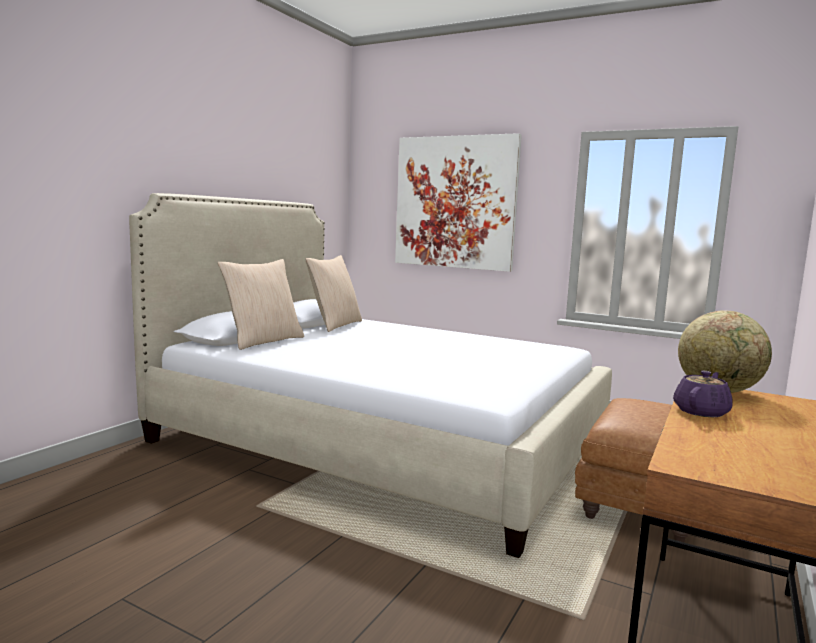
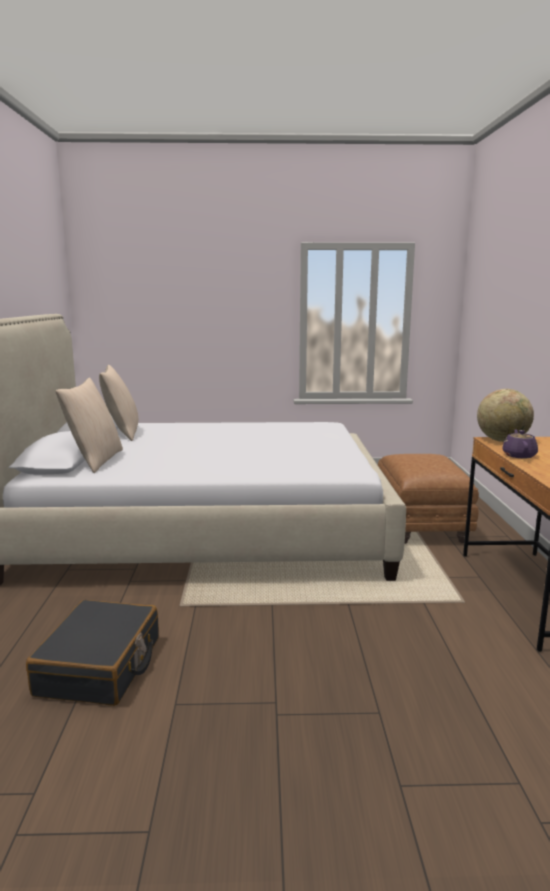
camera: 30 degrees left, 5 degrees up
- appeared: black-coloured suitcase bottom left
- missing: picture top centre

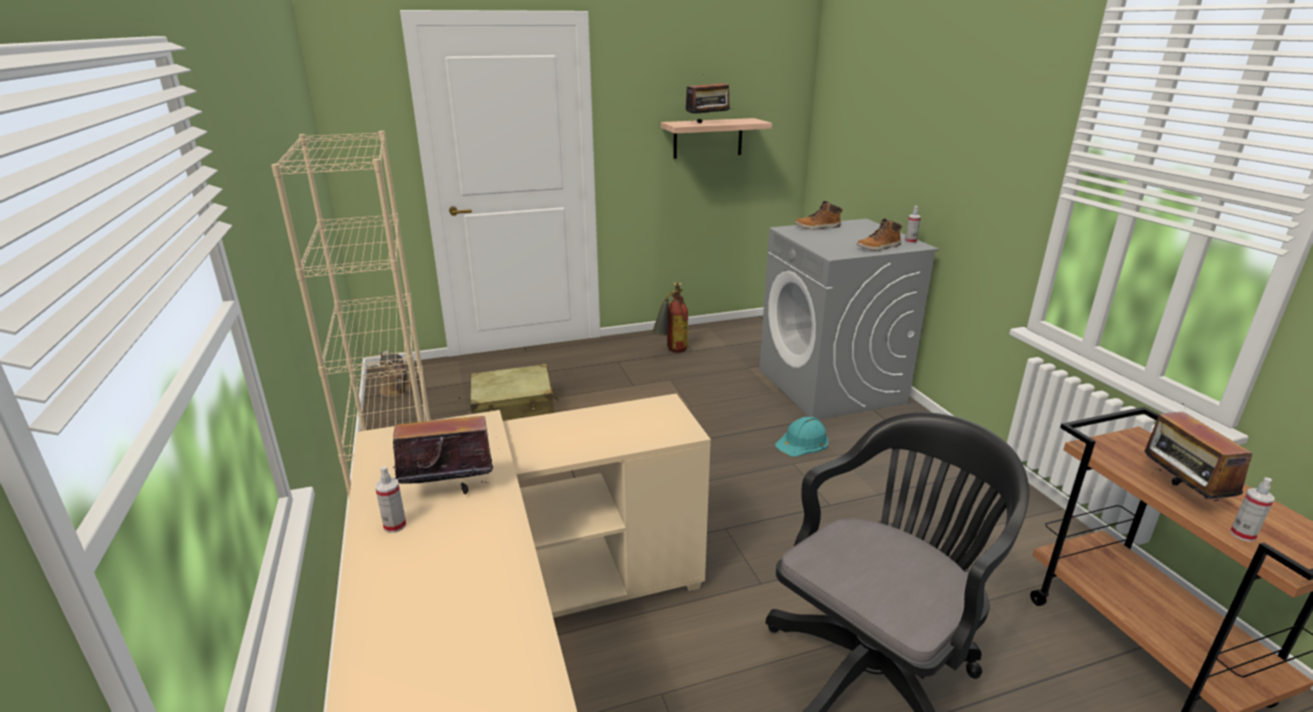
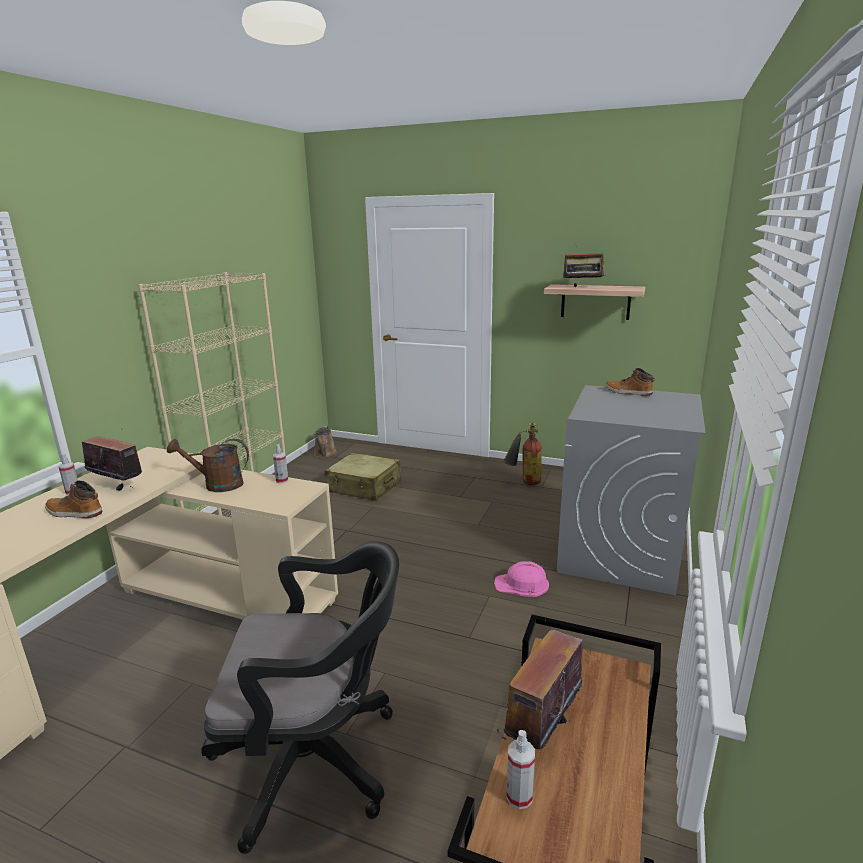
camera: 40 degrees right, 5 degrees down
- relocated: tall boot (no. 2 from left in the first image) top right to tall boot (no. 1 from left) middle left
- appeared: brown-coloured sprinkling can (no. 1 from left) middle left
- relocated: sprayer (no. 2 from left) top right to middle left
- colour: turquoise-coloured hard hat centre to pinkish hard hat bottom centre

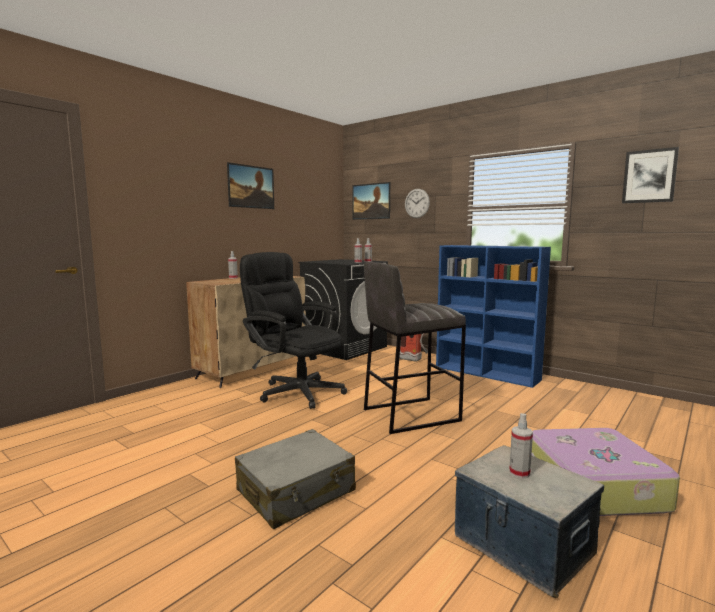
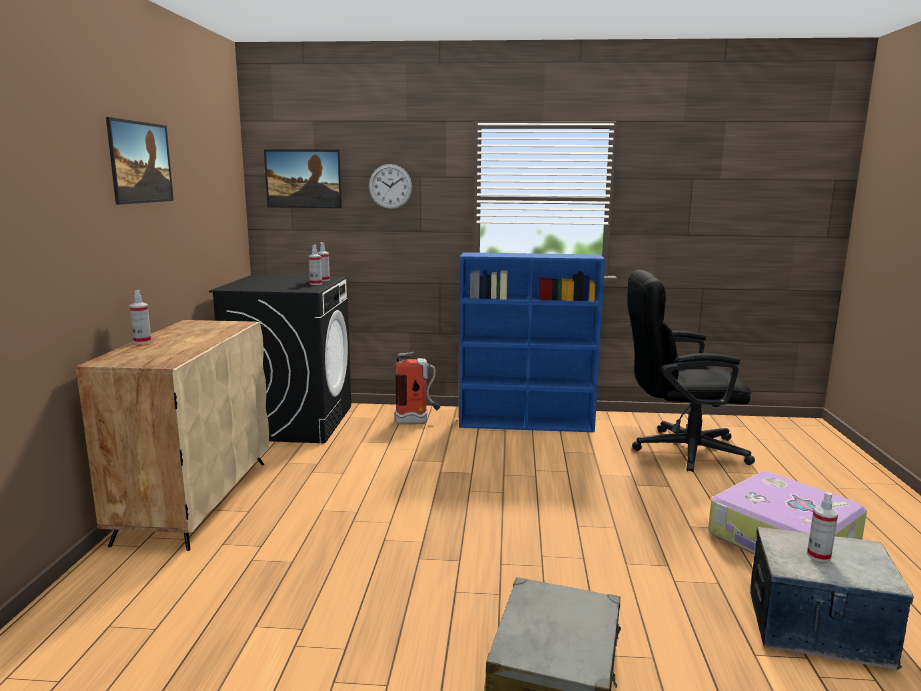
camera: 35 degrees left, 5 degrees up
- relocated: black-coloured office chair centre to middle right
- missing: gray sitting stool centre
- missing: picture (no. 3 from left) top right

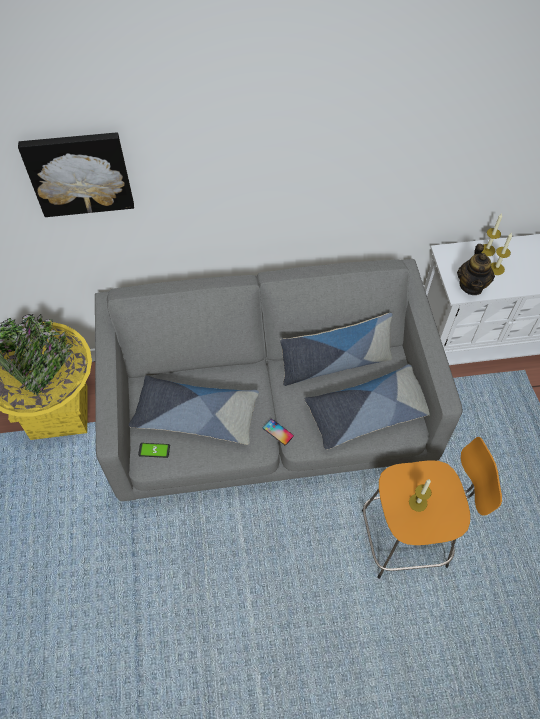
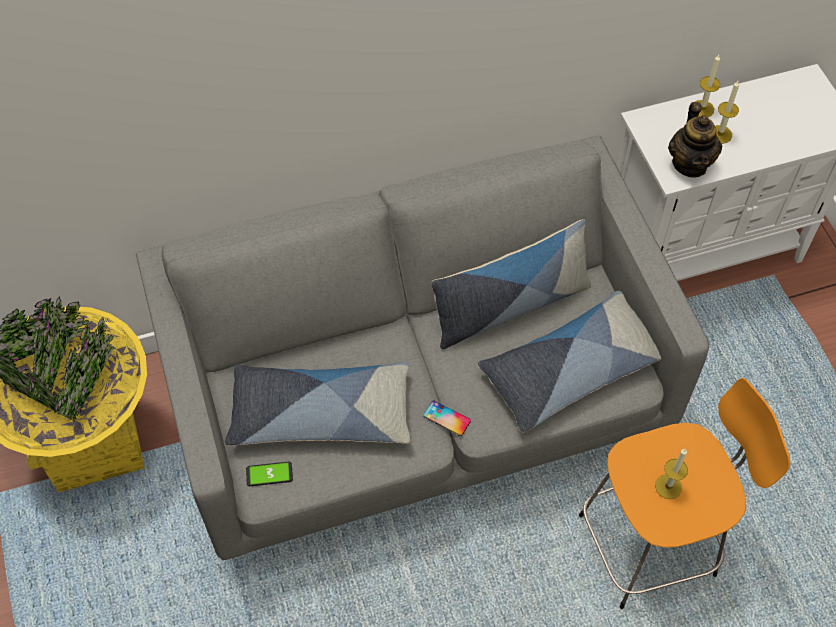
camera: 10 degrees left, 0 degrees up
- missing: picture top left

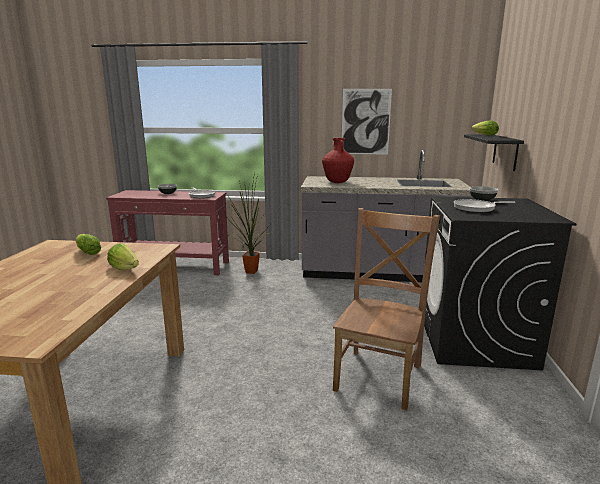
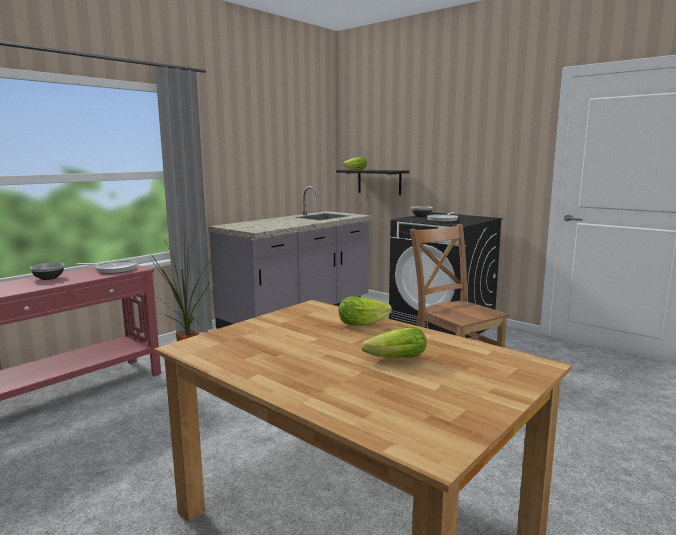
camera: 55 degrees left, 5 degrees down
- relocated: lettuce head (no. 1 from left in the first image) middle left to lettuce head (no. 3 from left) centre
- missing: reddish flower vase top centre
- missing: picture top centre

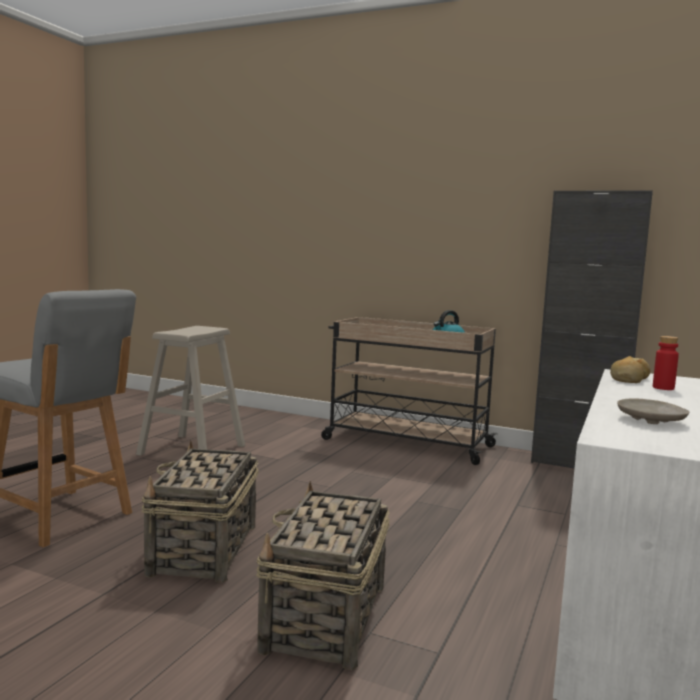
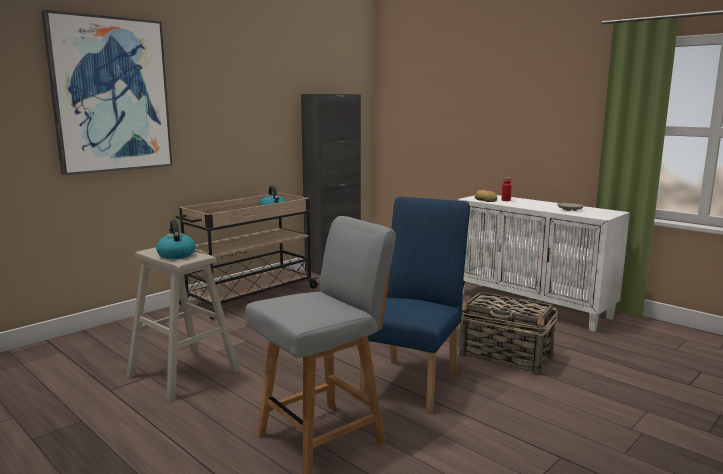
camera: 70 degrees left, 5 degrees up
- appeared: picture top left
- appeared: water kettle (no. 1 from left) middle left
- exchanged: storage basket (no. 1 from left) bottom left to blue chair centre

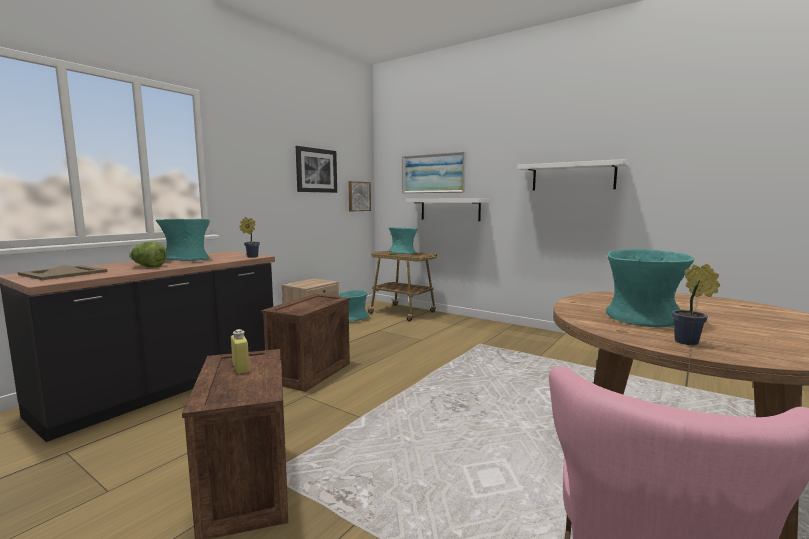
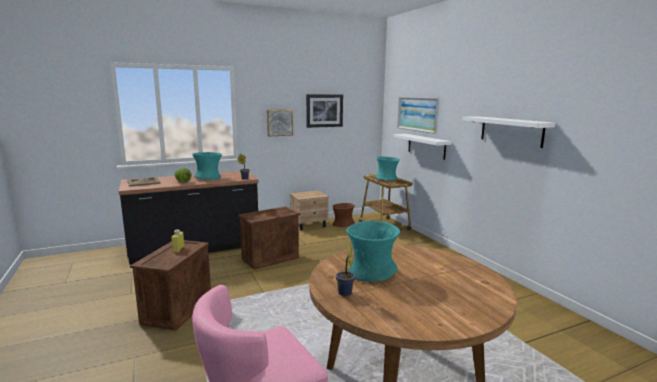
camera: 30 degrees right, 5 degrees up
- relocated: picture (no. 2 from left in the first image) centre to picture (no. 1 from left) top centre
- colour: turquoise-coloured flower vase (no. 2 from left) centre to brown-coloured flower vase centre

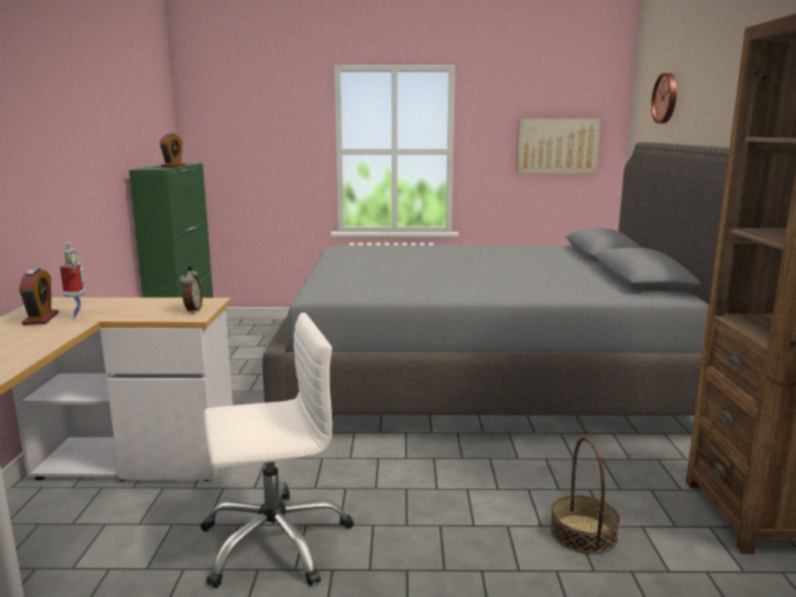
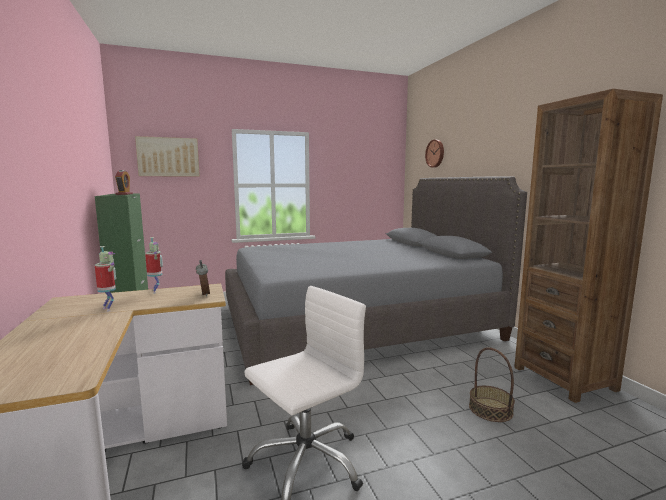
camera: 20 degrees left, 5 degrees down
- relocated: picture top right to top left
- appeared: model robot (no. 2 from left) middle left
- missing: bedside clock (no. 1 from left) middle left

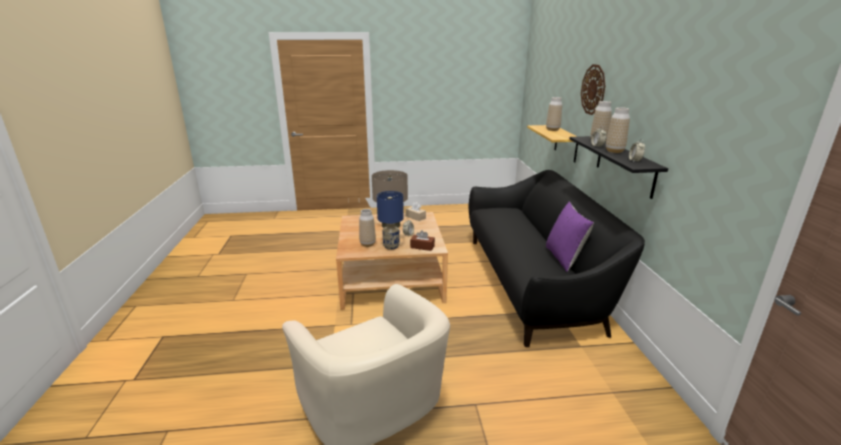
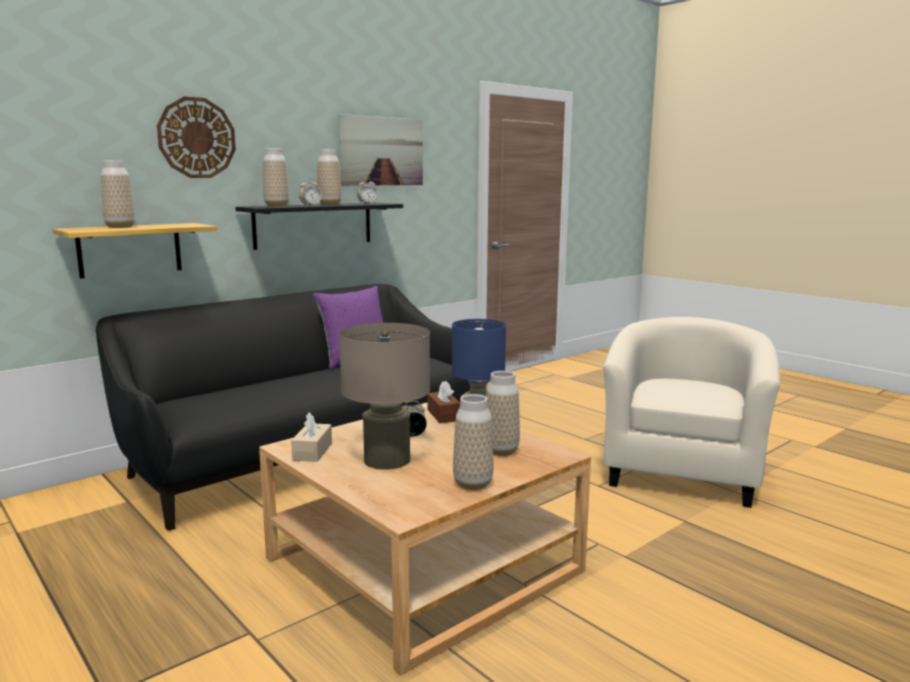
camera: 125 degrees left, 10 degrees down
- appeared: picture top centre
- appeared: flower vase (no. 4 from left) centre

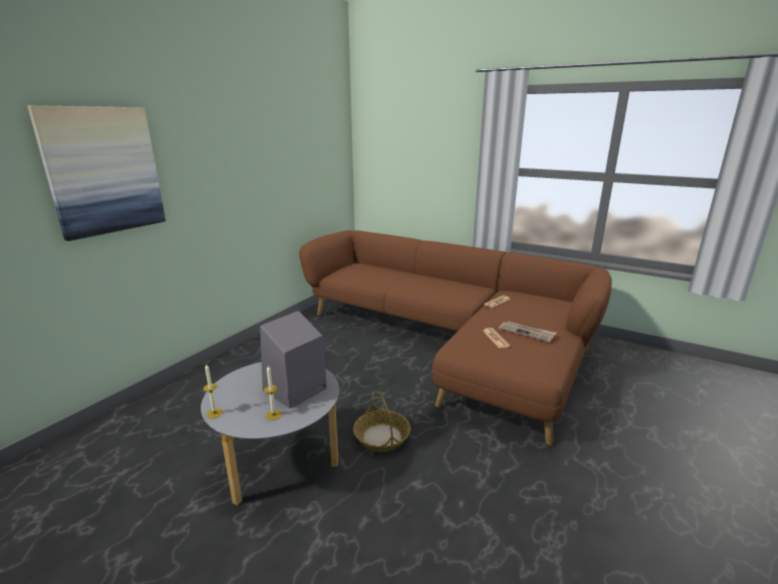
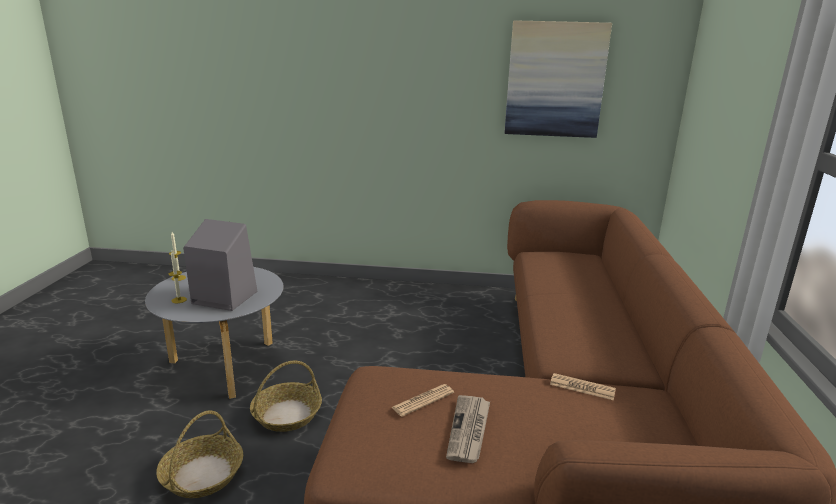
camera: 65 degrees right, 0 degrees up
- appeared: storage basket (no. 1 from left) bottom left
- relocated: picture top left to top right

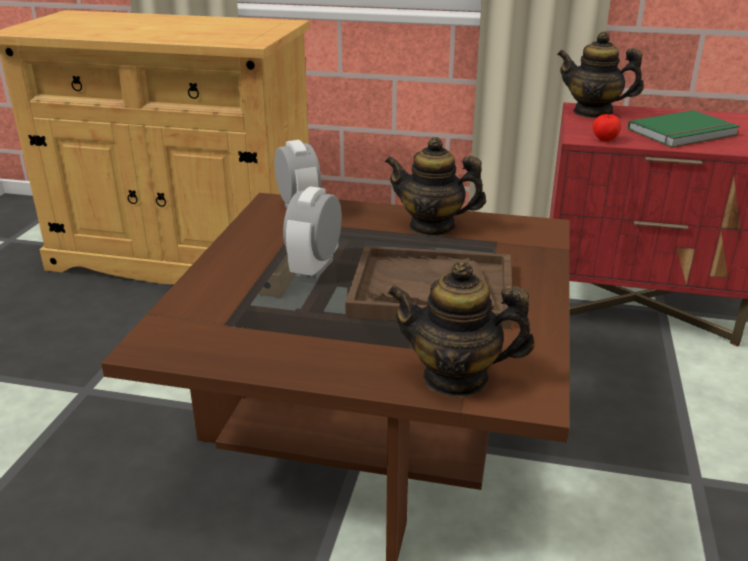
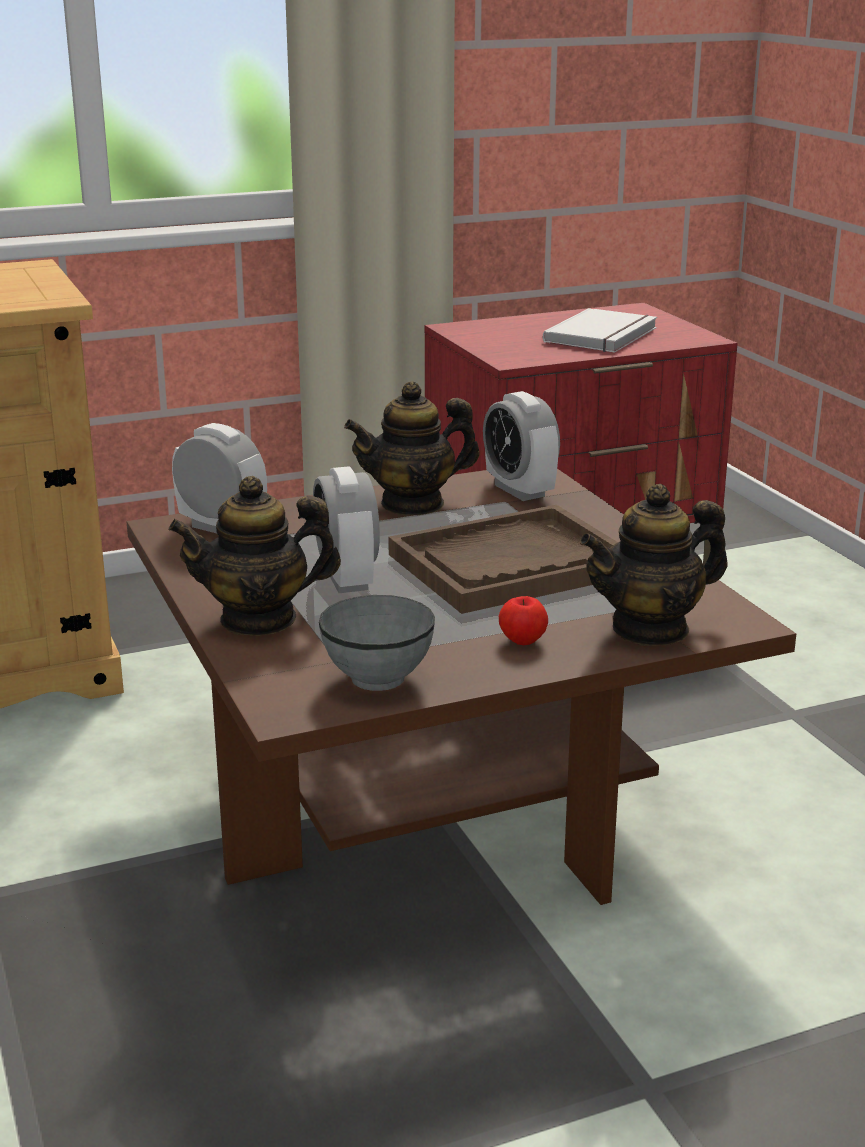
camera: 35 degrees left, 5 degrees down
- relocated: teapot (no. 3 from left in the first image) top right to teapot (no. 1 from left) middle left
- appeared: gray deep dish centre
- appeared: bedside clock (no. 3 from left) centre
- relocated: whole apple top right to centre
- colour: greenish book top right to whitish book top right

